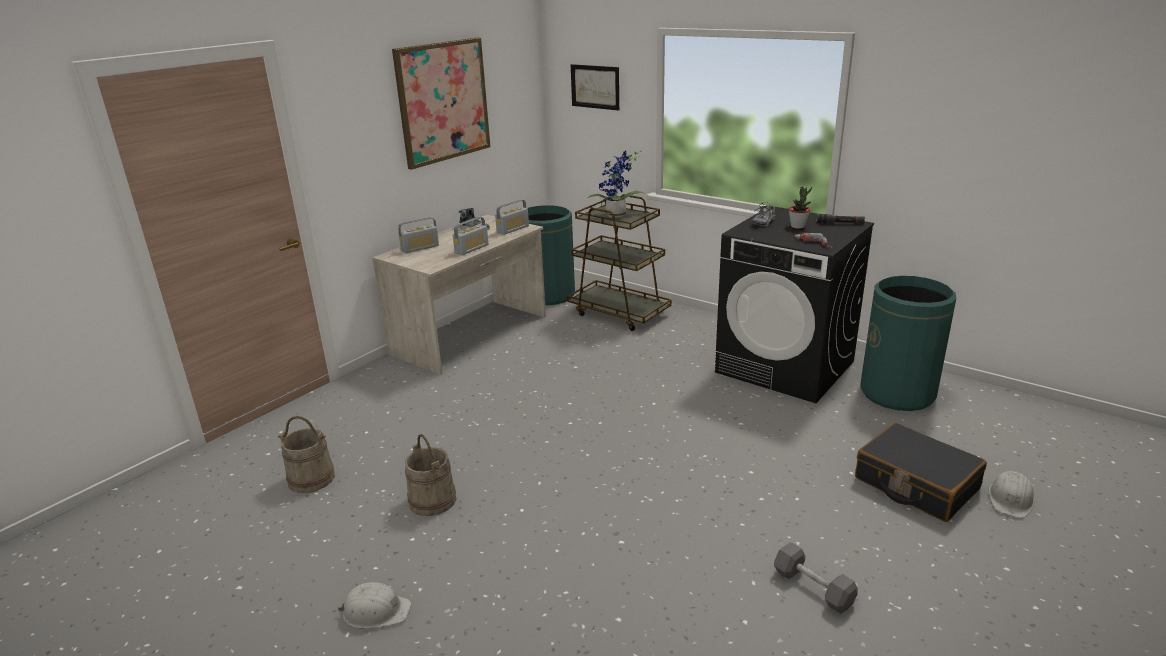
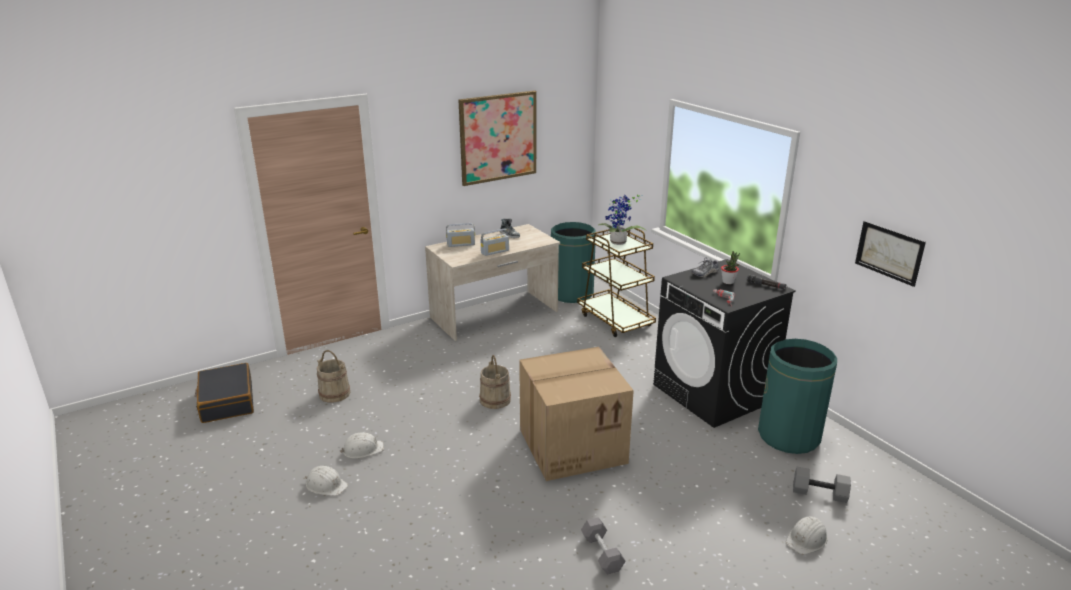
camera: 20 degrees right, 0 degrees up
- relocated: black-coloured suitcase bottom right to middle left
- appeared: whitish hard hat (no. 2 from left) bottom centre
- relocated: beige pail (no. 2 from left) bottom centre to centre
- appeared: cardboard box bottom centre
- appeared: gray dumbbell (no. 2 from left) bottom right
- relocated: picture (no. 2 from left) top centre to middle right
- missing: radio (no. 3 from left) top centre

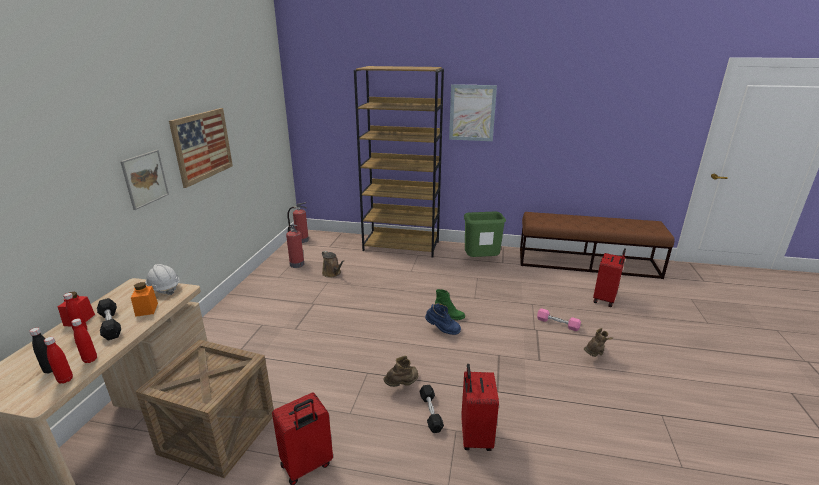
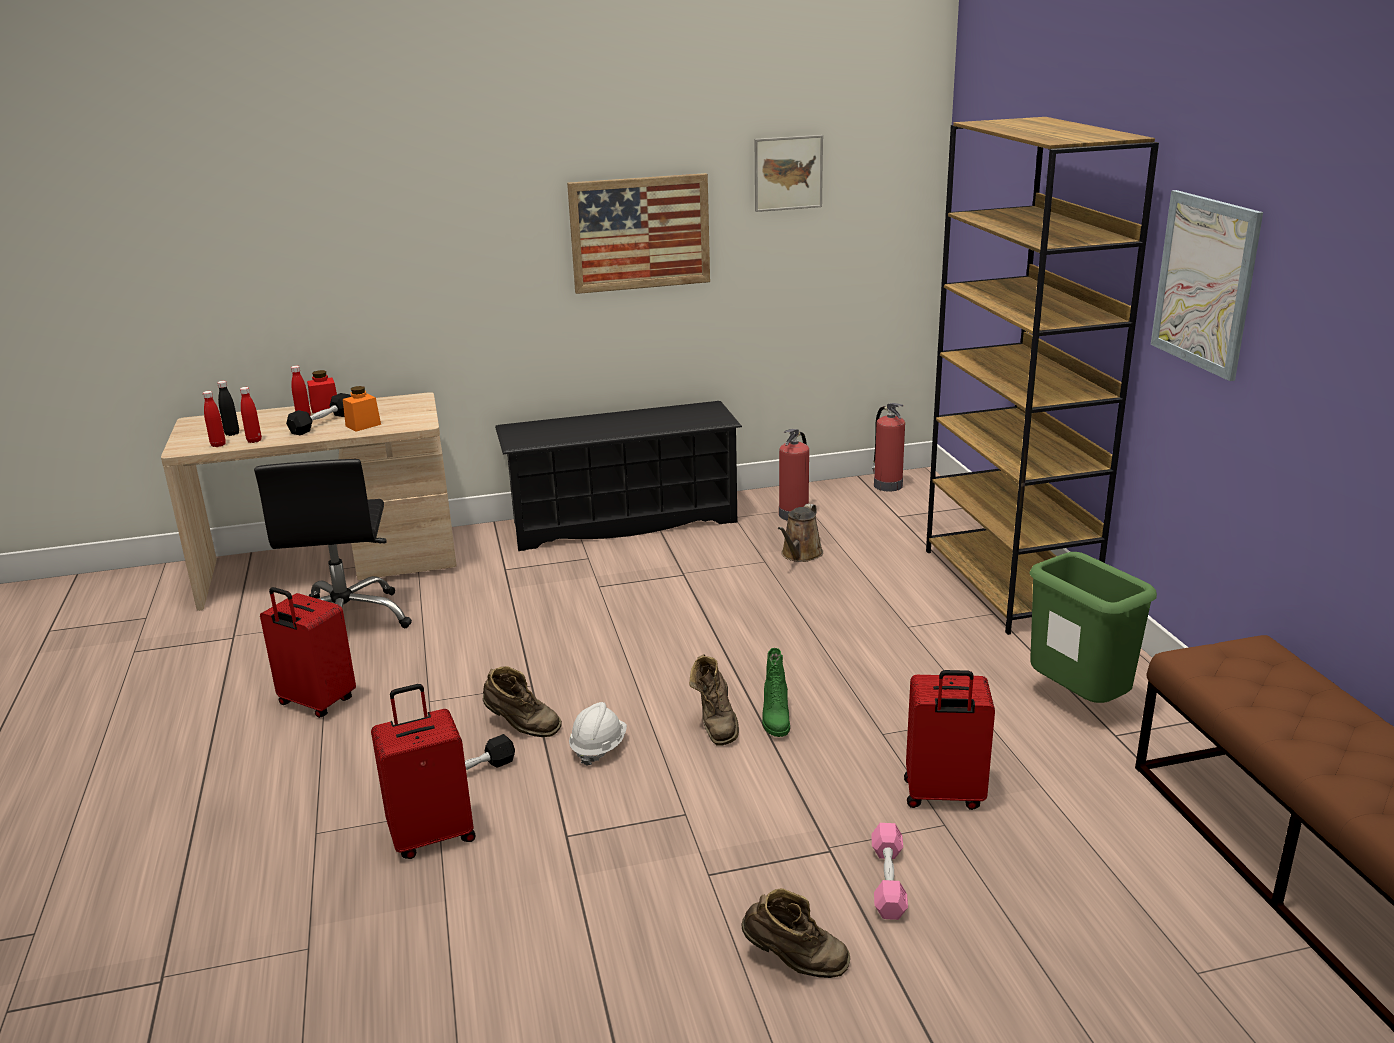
camera: 65 degrees right, 0 degrees up
- exchanged: shipping crate bottom left to black-coloured office chair middle left
- appeared: black-coloured shoe shelf centre
- relocated: whitish hard hat middle left to bottom centre
- colour: blue tall boot centre to brown-coloured tall boot (no. 2 from left) bottom centre
- relocated: picture (no. 1 from left in the first image) middle left to picture (no. 2 from left) top centre
- relocated: reddish suitcase (no. 3 from left) middle right to bottom right

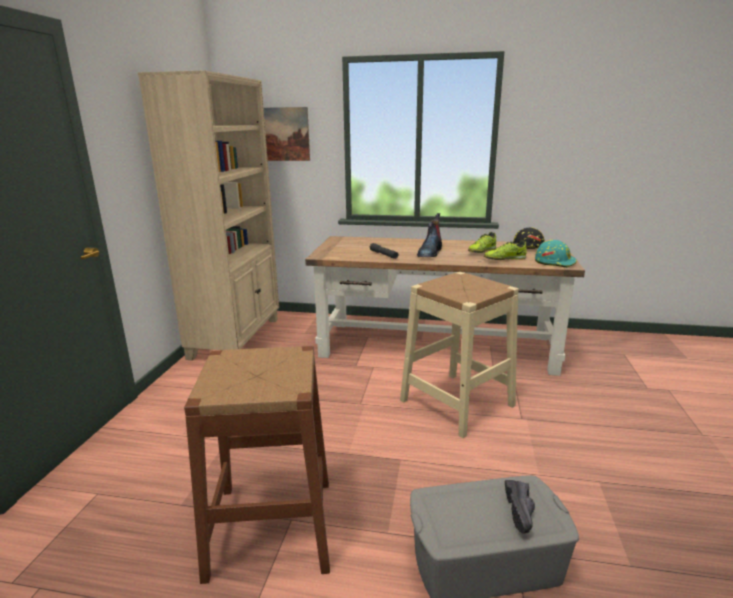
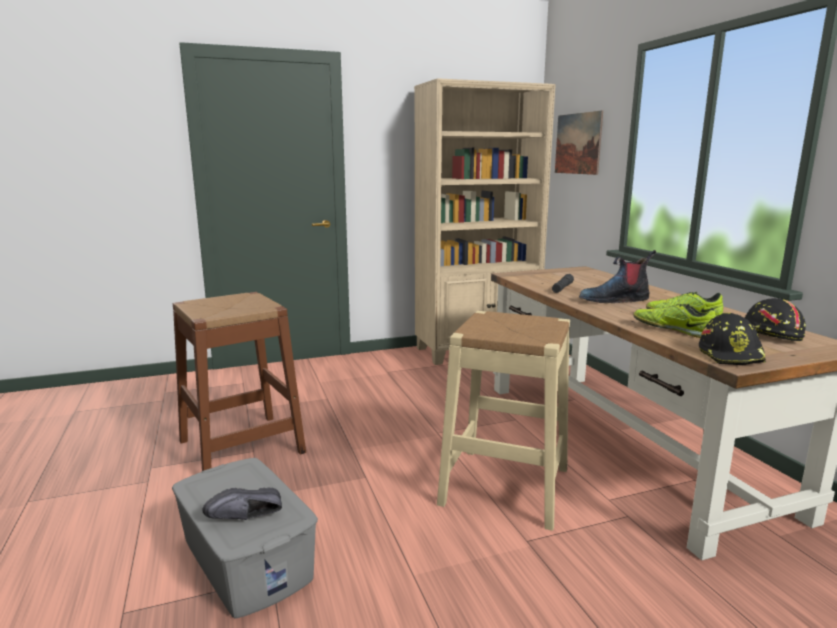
camera: 60 degrees right, 5 degrees down
- colour: turquoise-coloured hard hat middle right to black-coloured hard hat (no. 1 from left) middle right

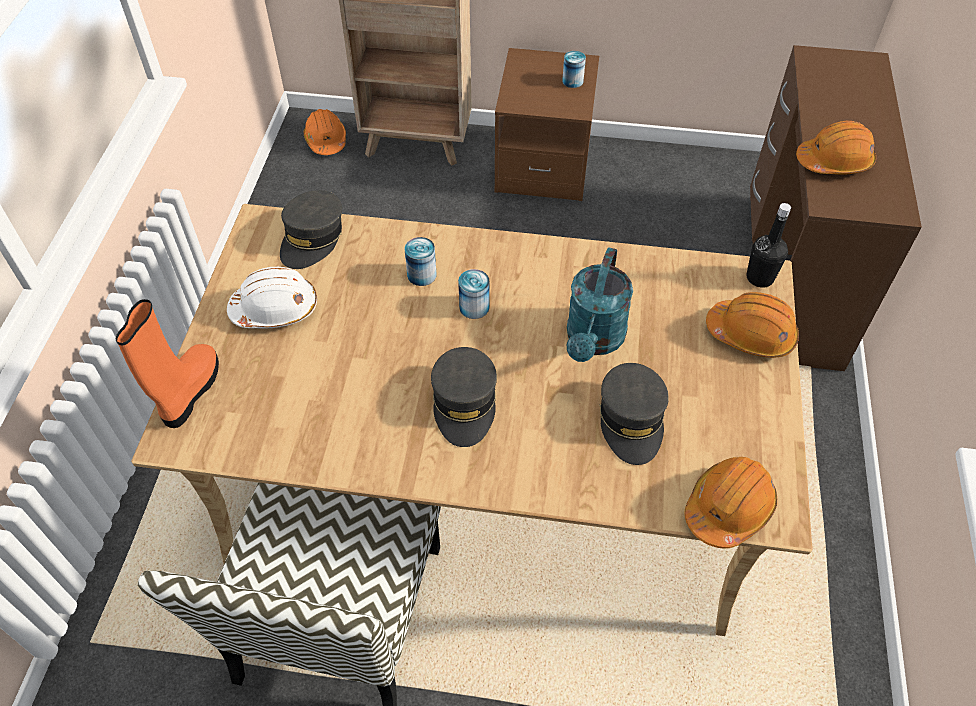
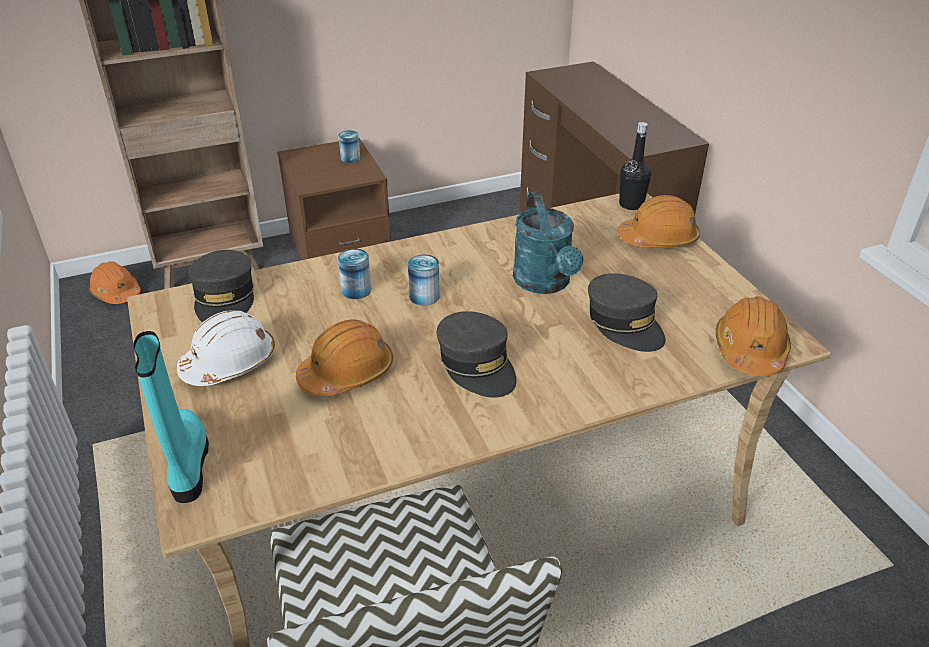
camera: 30 degrees left, 15 degrees down
- colour: orange tall boot middle left to turquoise-coloured tall boot middle left
- relocated: orange hard hat (no. 4 from left in the first image) top right to orange hard hat (no. 2 from left) centre

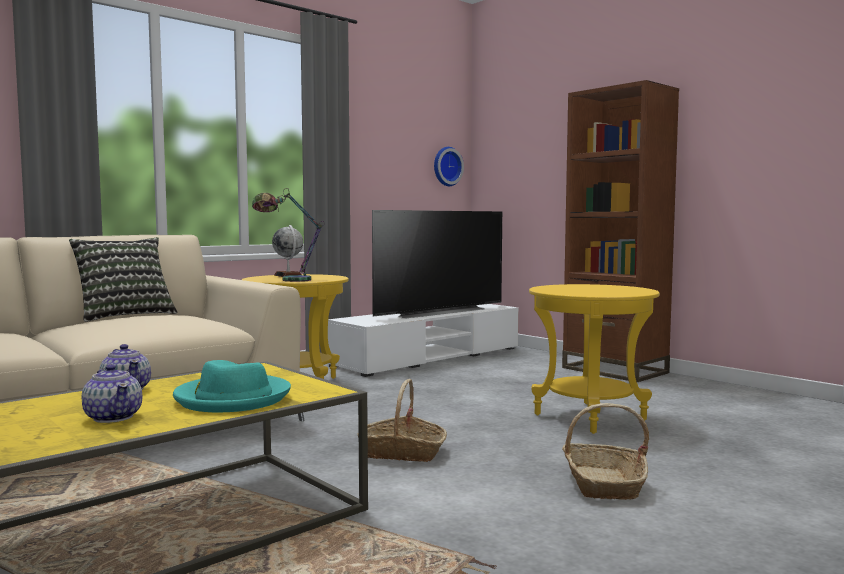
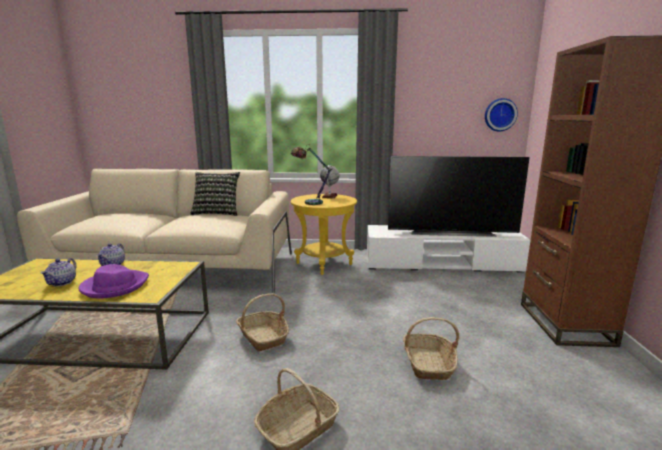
camera: 45 degrees right, 10 degrees up
- colour: turquoise-coloured clothing hat bottom left to purple-coloured clothing hat middle left
- exchanged: yellow accent table (no. 2 from left) middle right to storage basket (no. 3 from left) bottom centre

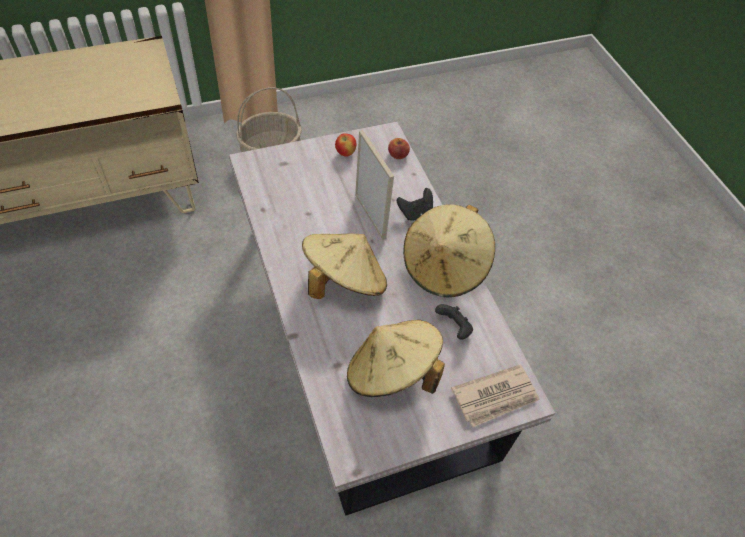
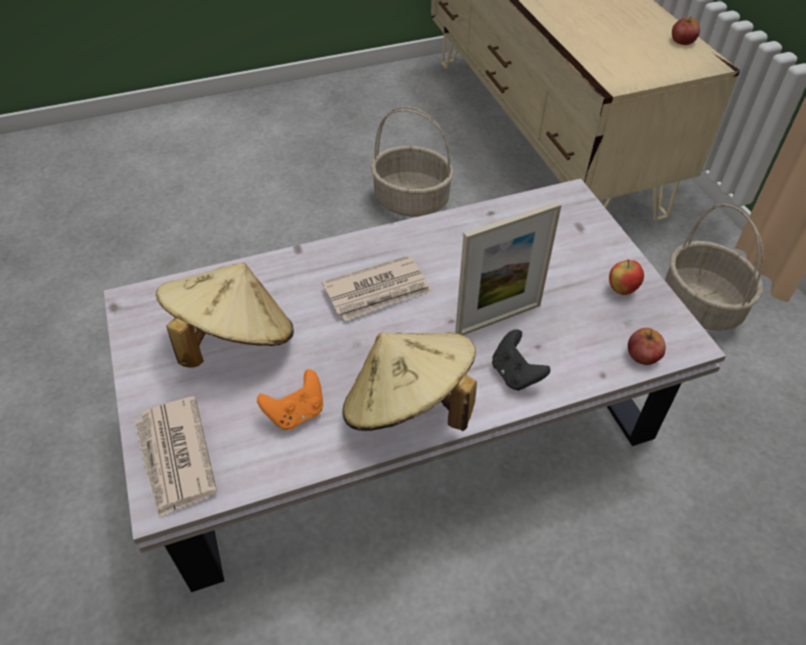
camera: 95 degrees right, 5 degrees down
- colour: black-coloured joypad (no. 2 from left) centre to orange joypad centre
- exchanged: beige clothing hat (no. 1 from left) centre to daily paper (no. 2 from left) centre
- appeared: storage basket (no. 1 from left) top centre
- appeared: whole apple (no. 3 from left) top right

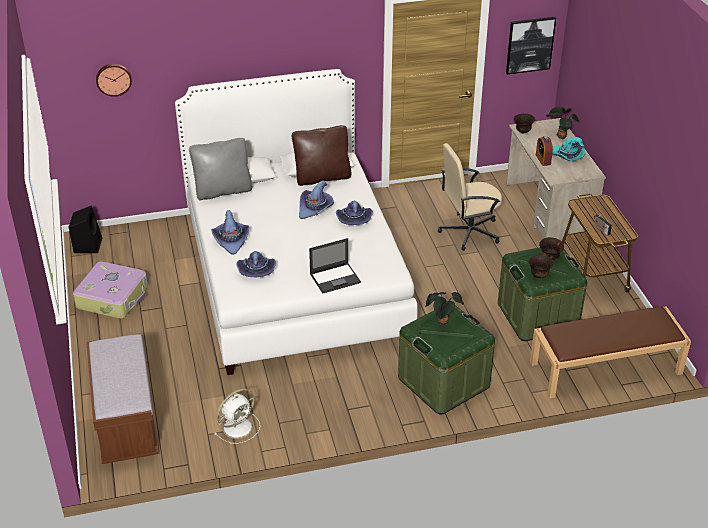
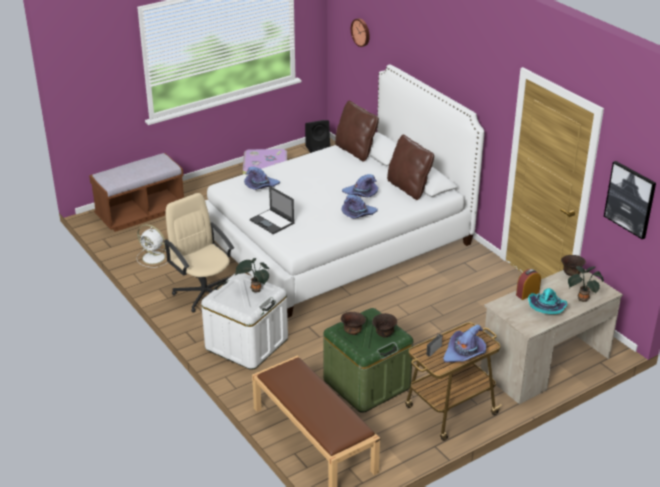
camera: 70 degrees right, 5 degrees down
- relocated: beige office chair centre to middle left
- colour: greenish storage box (no. 1 from left) bottom centre to whitish storage box centre
- colour: gray cushion top left to brown-coloured cushion (no. 1 from left) top centre
- relocated: purple-coloured clothing hat (no. 1 from left in the first image) middle left to purple-coloured clothing hat (no. 4 from left) bottom right

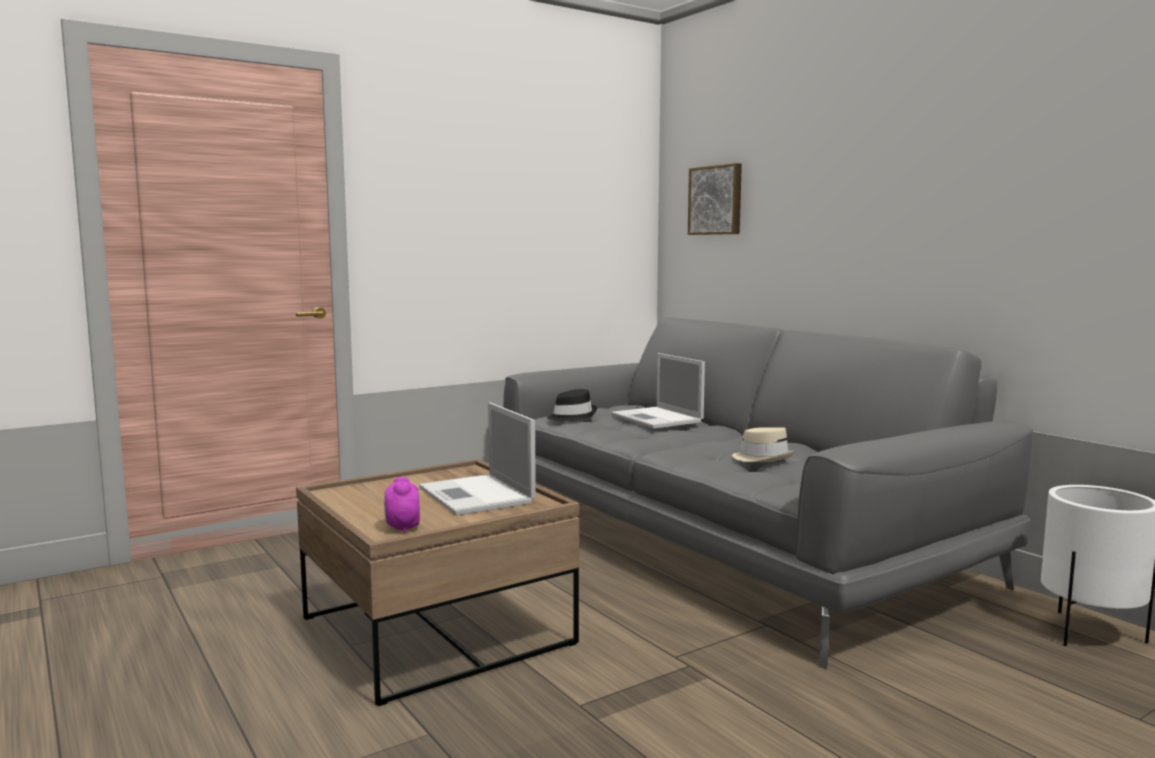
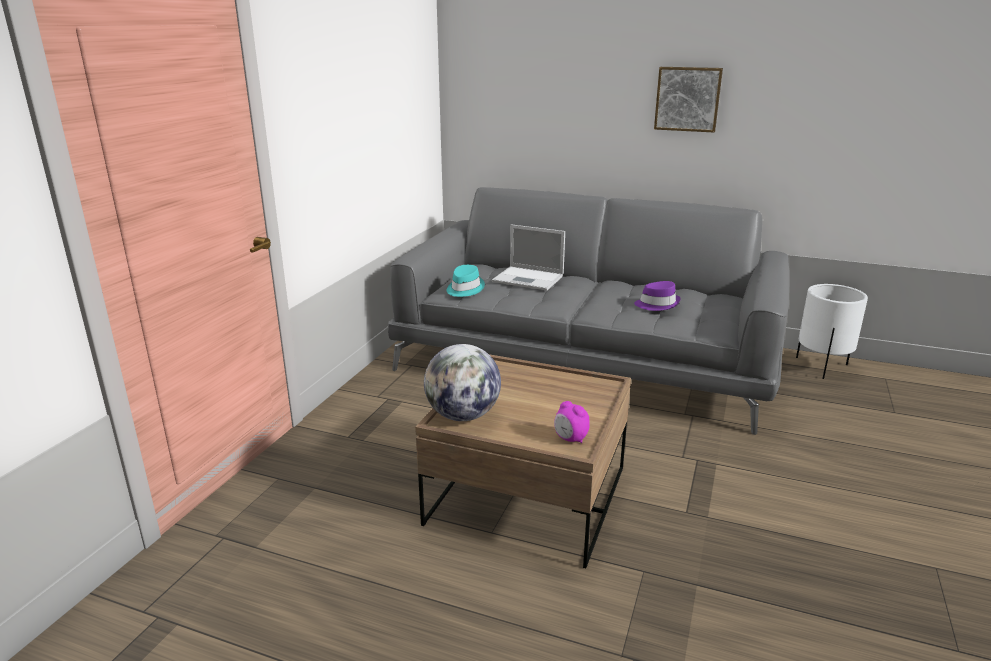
camera: 35 degrees left, 15 degrees up
- appeared: desk globe centre
- colour: black-coloured clothing hat centre to turquoise-coloured clothing hat centre
- colour: beige clothing hat centre to purple-coloured clothing hat centre
- relocated: picture top centre to top right
- missing: notebook computer (no. 1 from left) centre

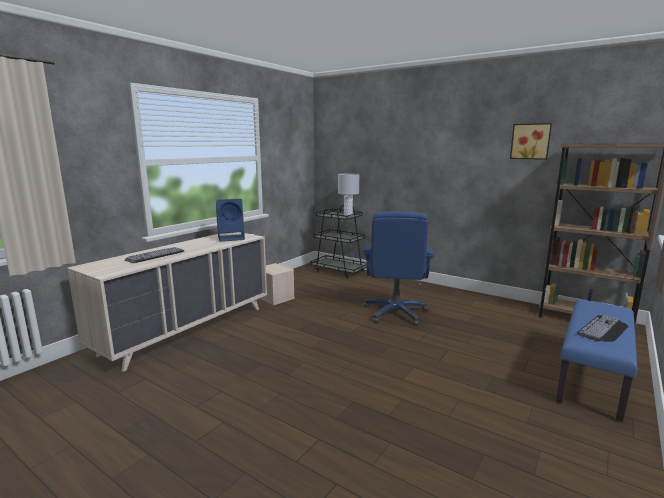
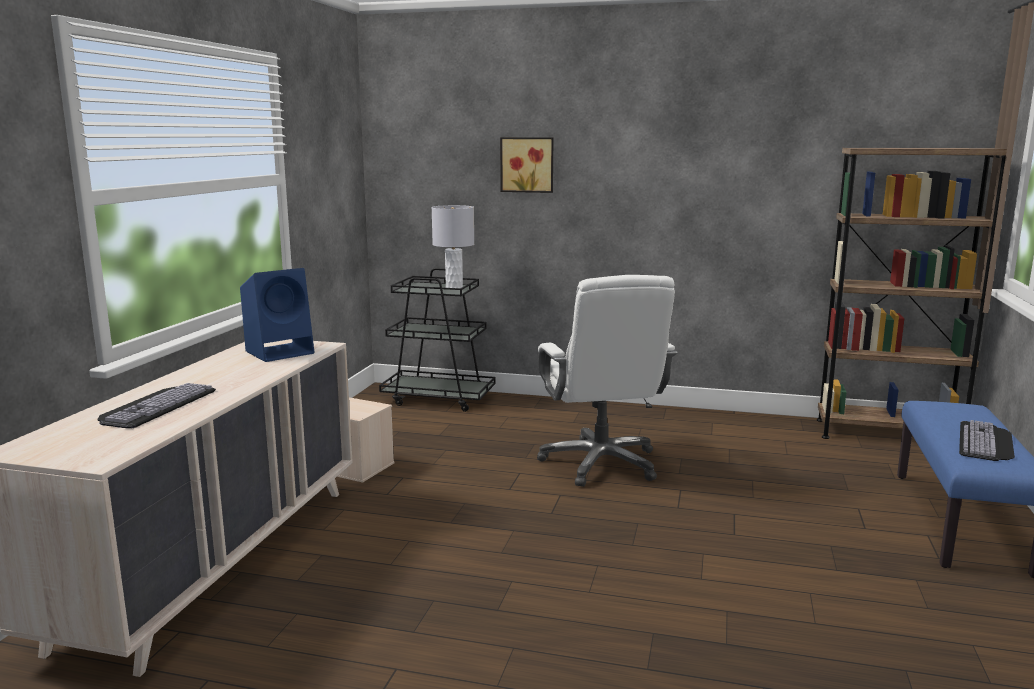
camera: 20 degrees left, 0 degrees up
- relocated: picture top right to top centre
- colour: blue office chair centre to whitish office chair centre

